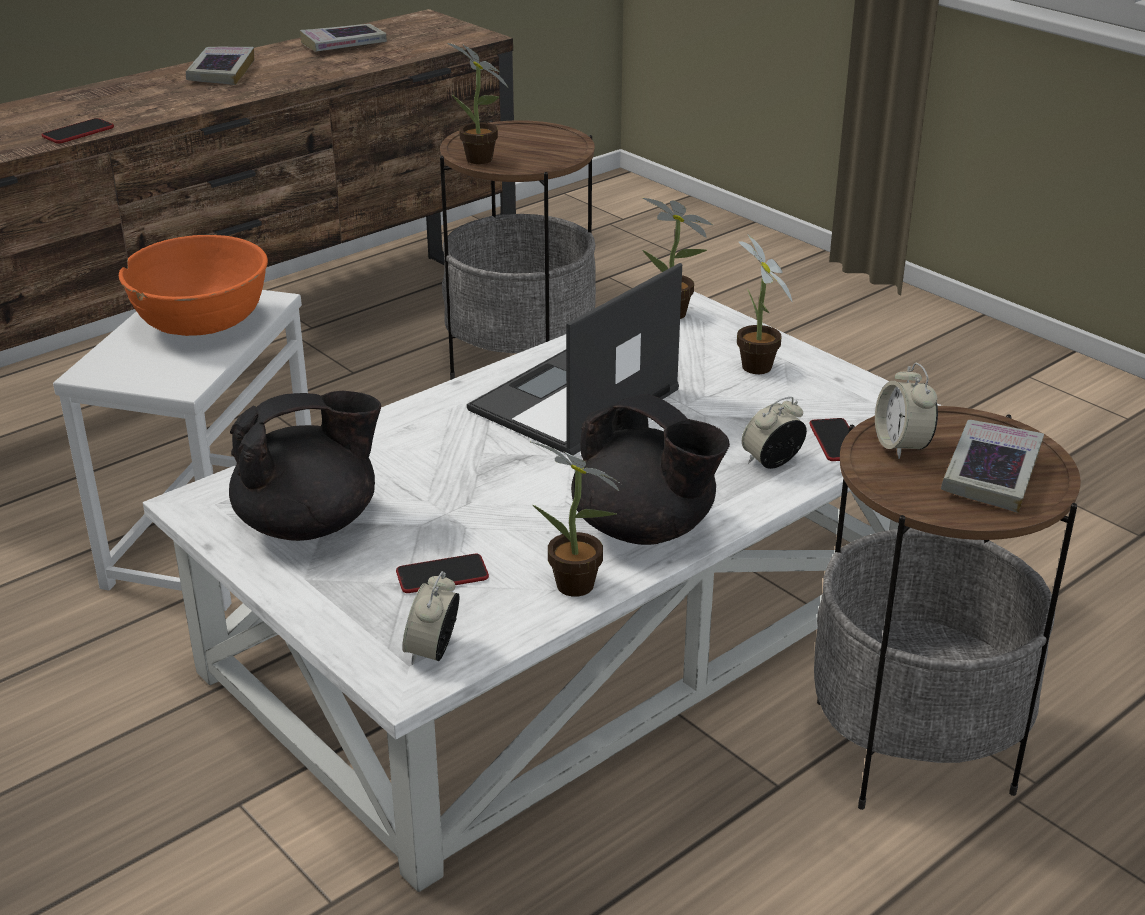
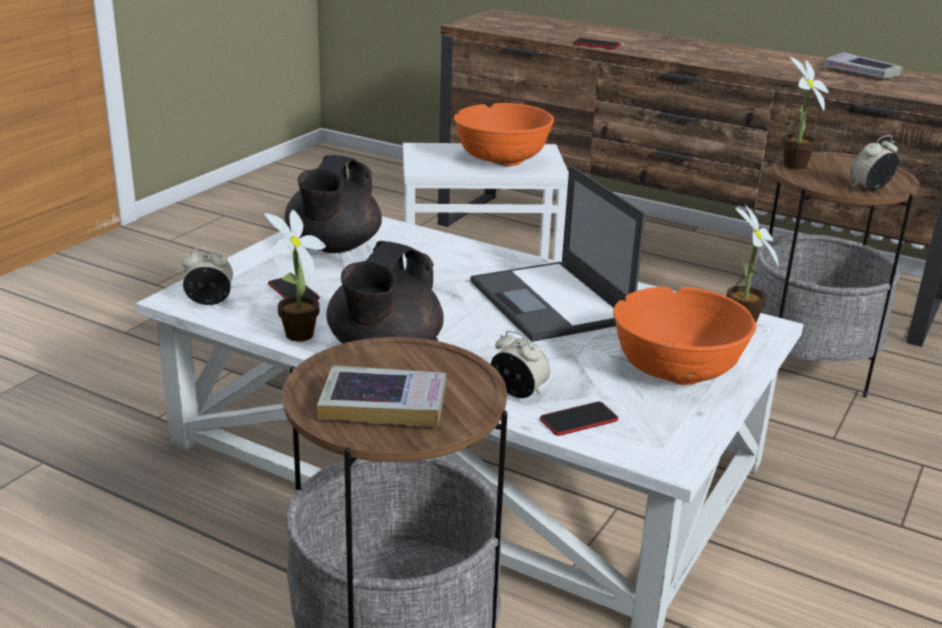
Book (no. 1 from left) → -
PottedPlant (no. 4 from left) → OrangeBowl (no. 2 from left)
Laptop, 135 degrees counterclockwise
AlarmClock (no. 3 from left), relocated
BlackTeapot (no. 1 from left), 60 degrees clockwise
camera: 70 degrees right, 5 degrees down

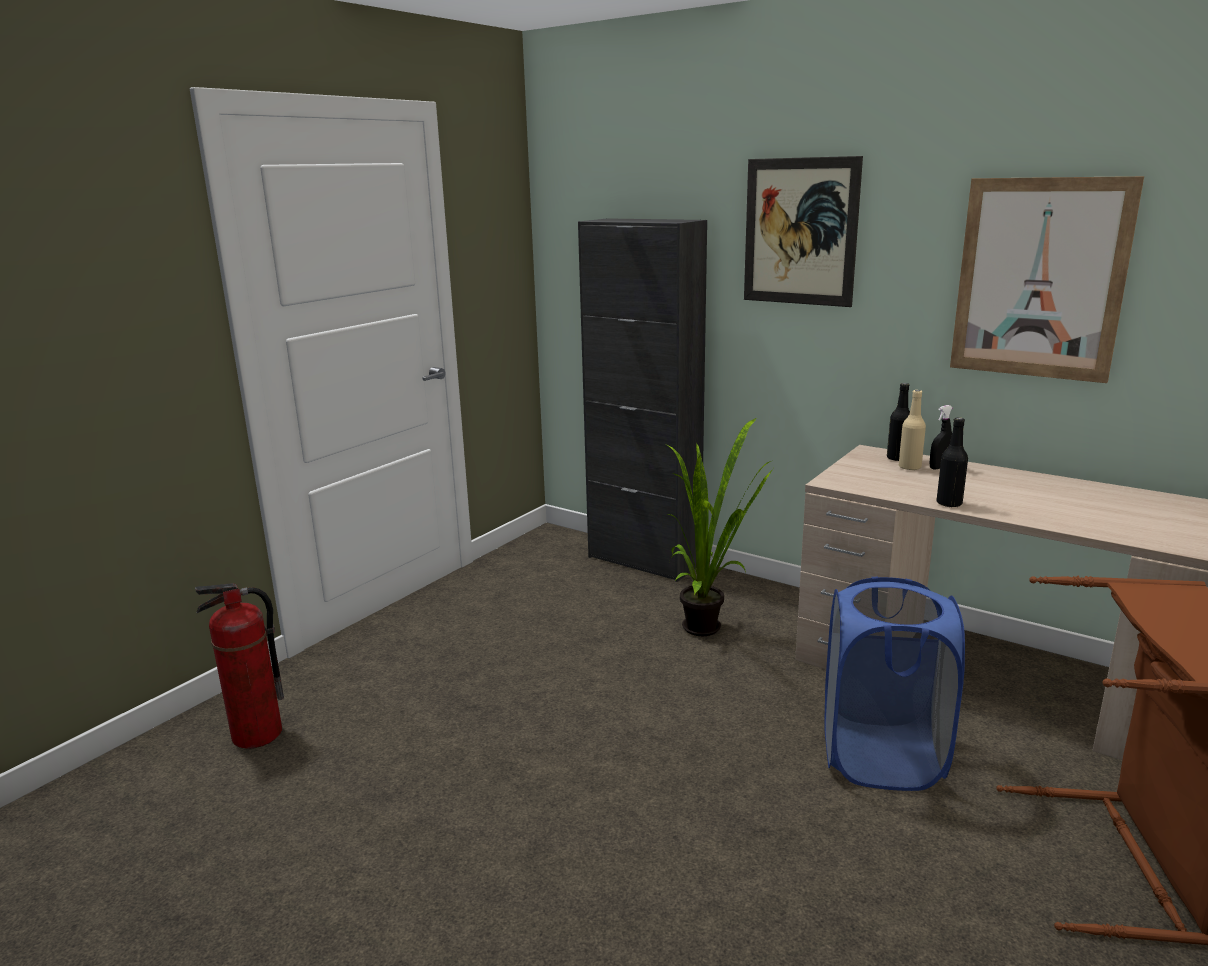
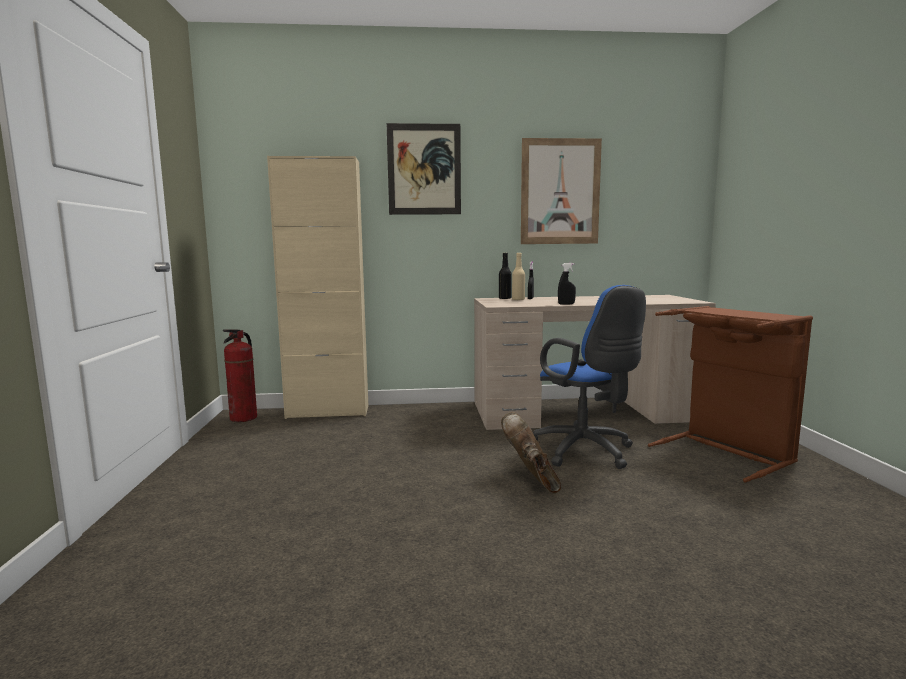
BlackCabinet → BeigeCabinet
PottedPlant → -
BlackBottle (no. 2 from left) → BlackSprayBottle (no. 2 from left)
BlueLaundryBasket → BlueOfficeChair
FireExtinguisher, relocated
- → BrownBoot
camera: 40 degrees left, 10 degrees down

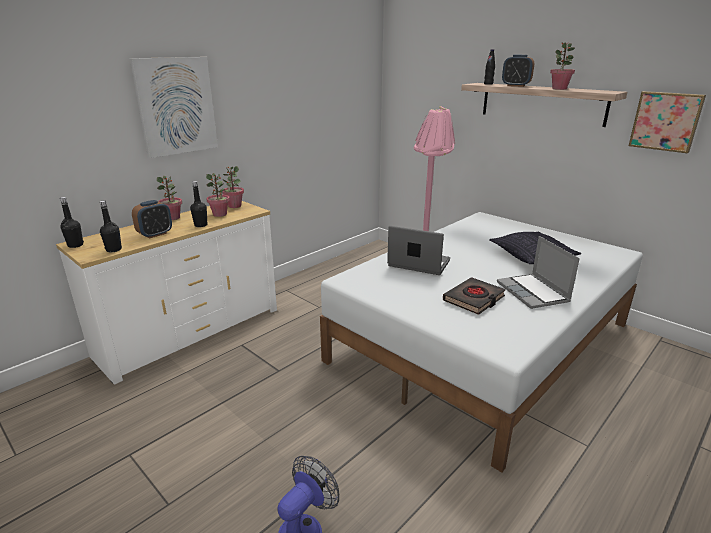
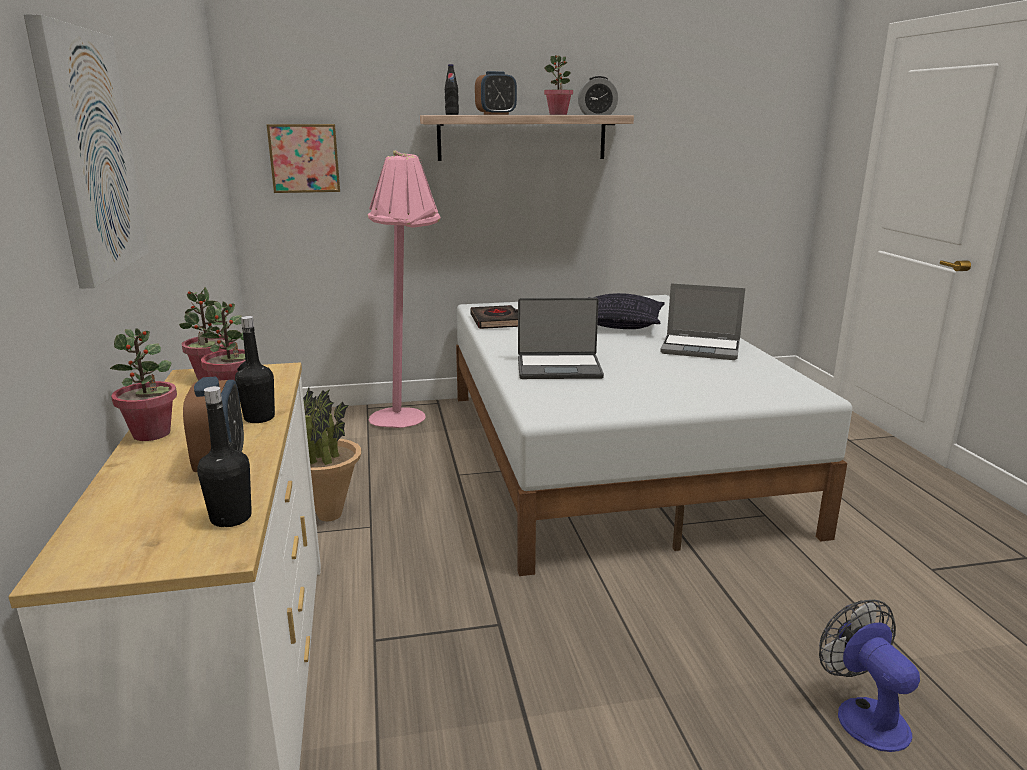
Picture (no. 2 from left), relocated
BlackBottle (no. 1 from left) → -
Laptop (no. 1 from left), 150 degrees counterclockwise
BlackBook, relocated
- → AlarmClock (no. 3 from left)
- → PottedPlant (no. 4 from left)
camera: 55 degrees left, 5 degrees down

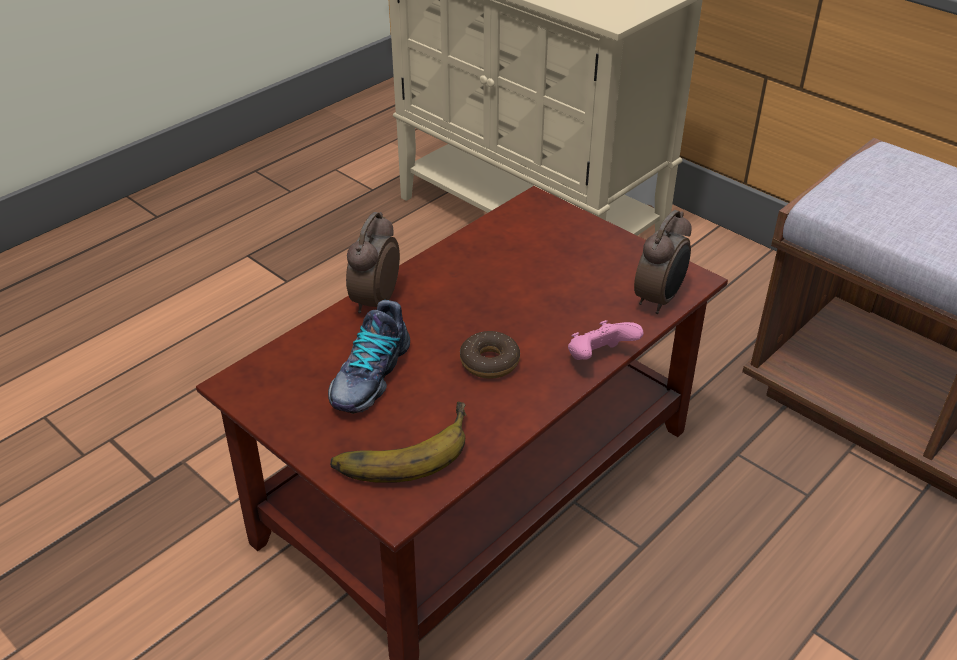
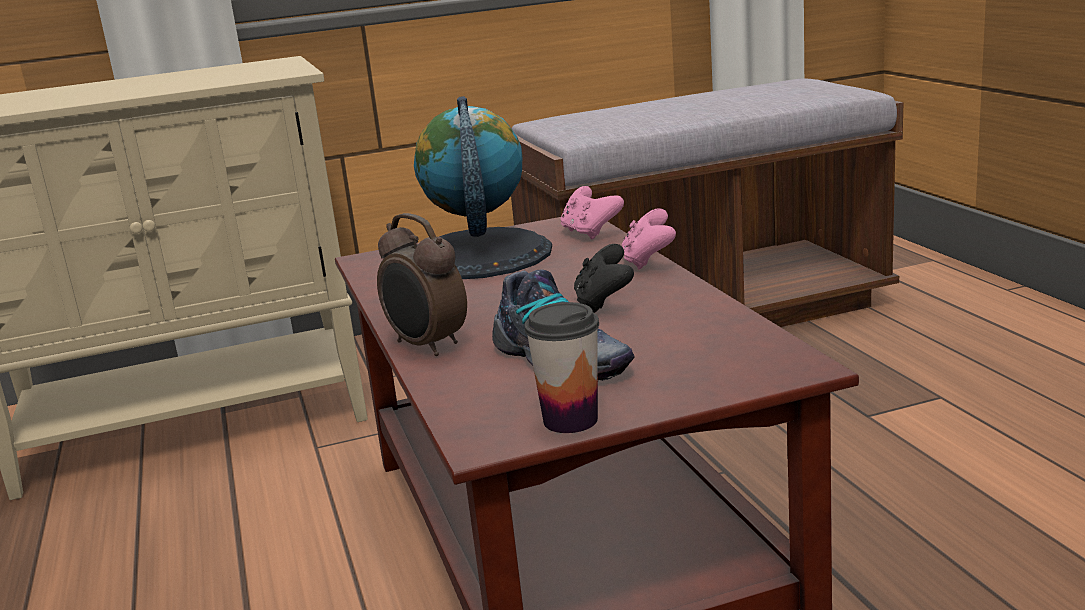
AlarmClock (no. 2 from left) → PinkGameController (no. 1 from left)
Donut → BlackGameController
Banana → -
- → Globe
- → Cup
camera: 60 degrees left, 20 degrees down

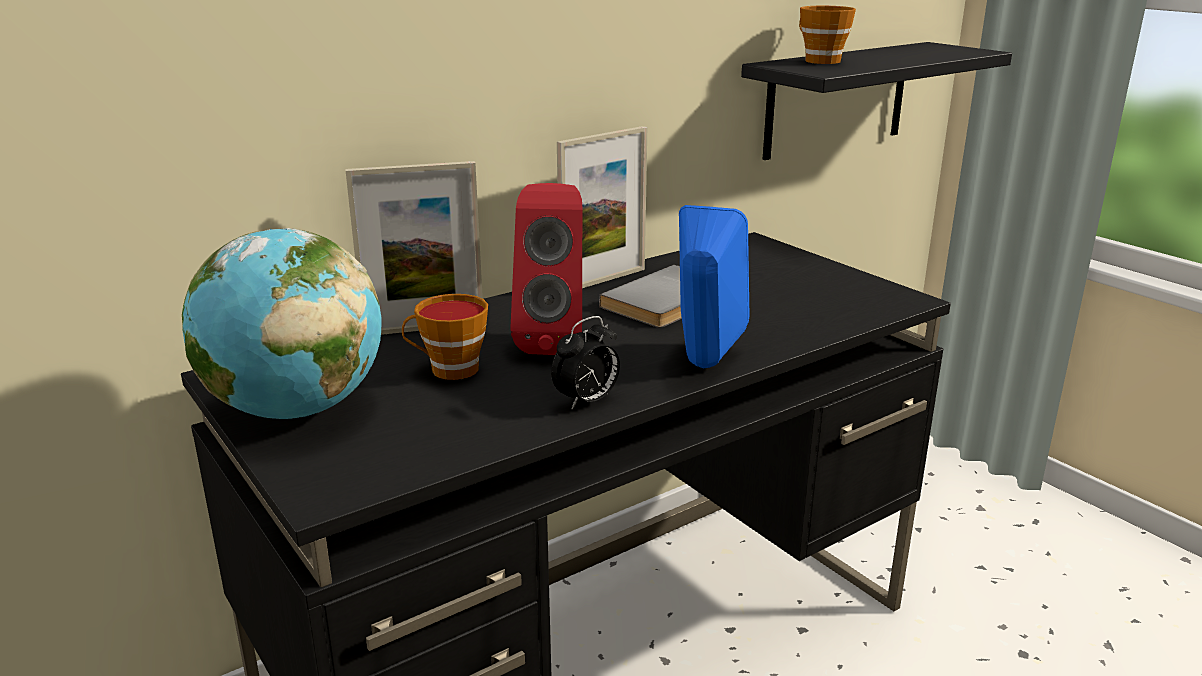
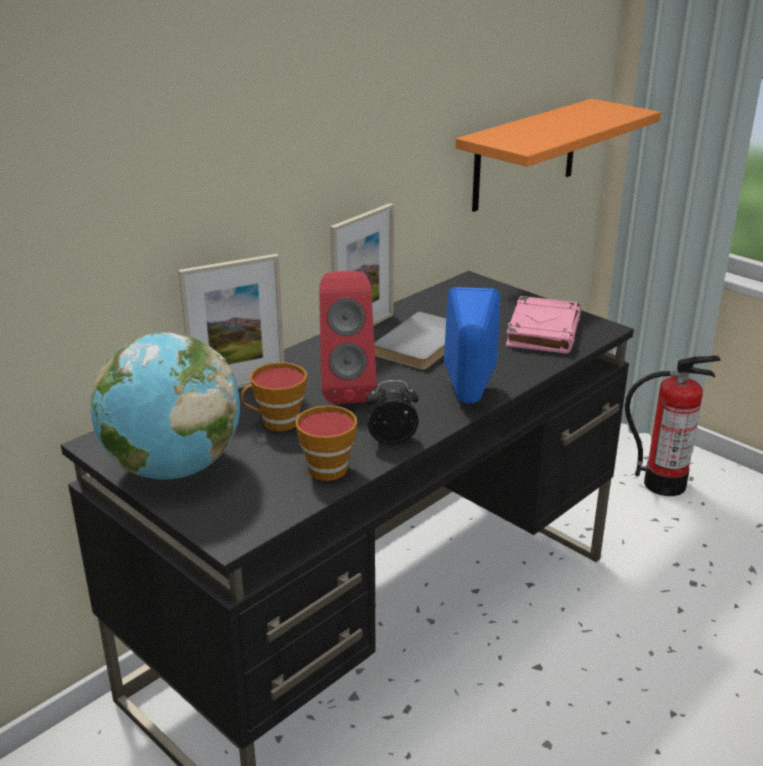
Cup (no. 2 from left), relocated
BlackShelf → OrangeShelf
AlarmClock, 135 degrees counterclockwise
- → PinkBook
- → FireExtinguisher
camera: 10 degrees left, 5 degrees up

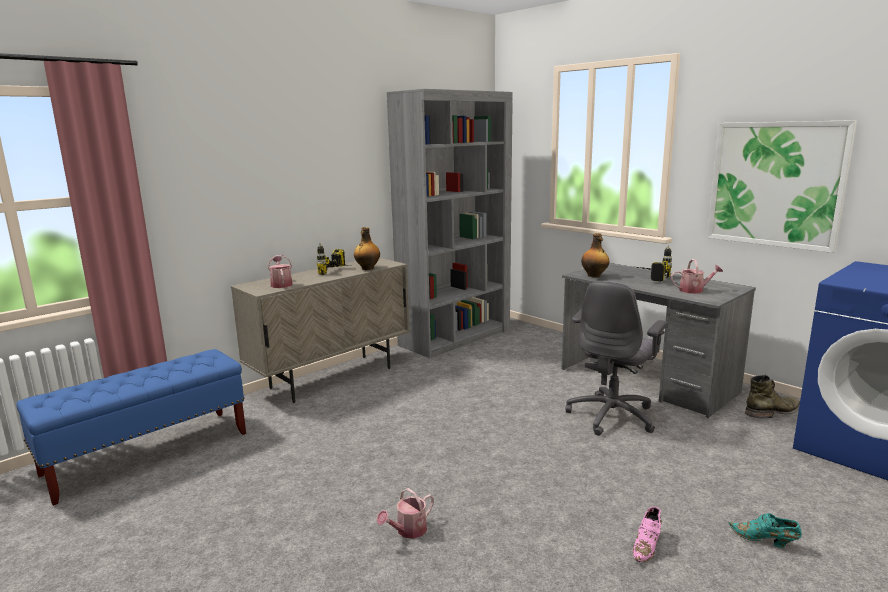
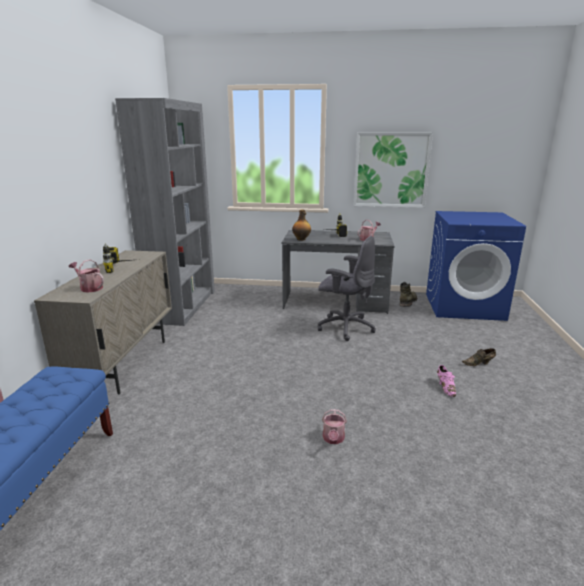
Bottle (no. 1 from left) → -
GreyOfficeChair, 60 degrees counterclockwise
TurquoiseShoe → BrownShoe
camera: 40 degrees left, 5 degrees up

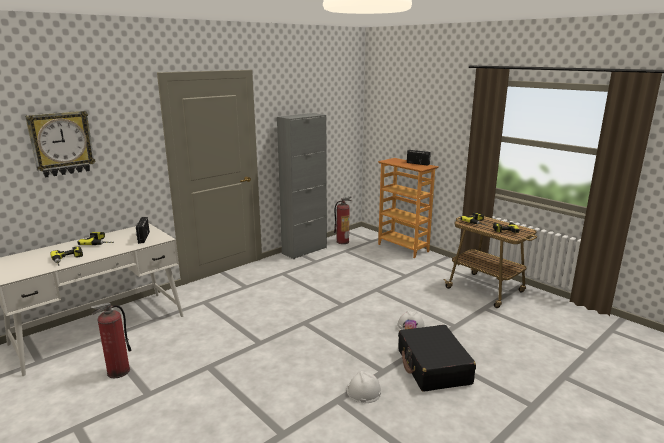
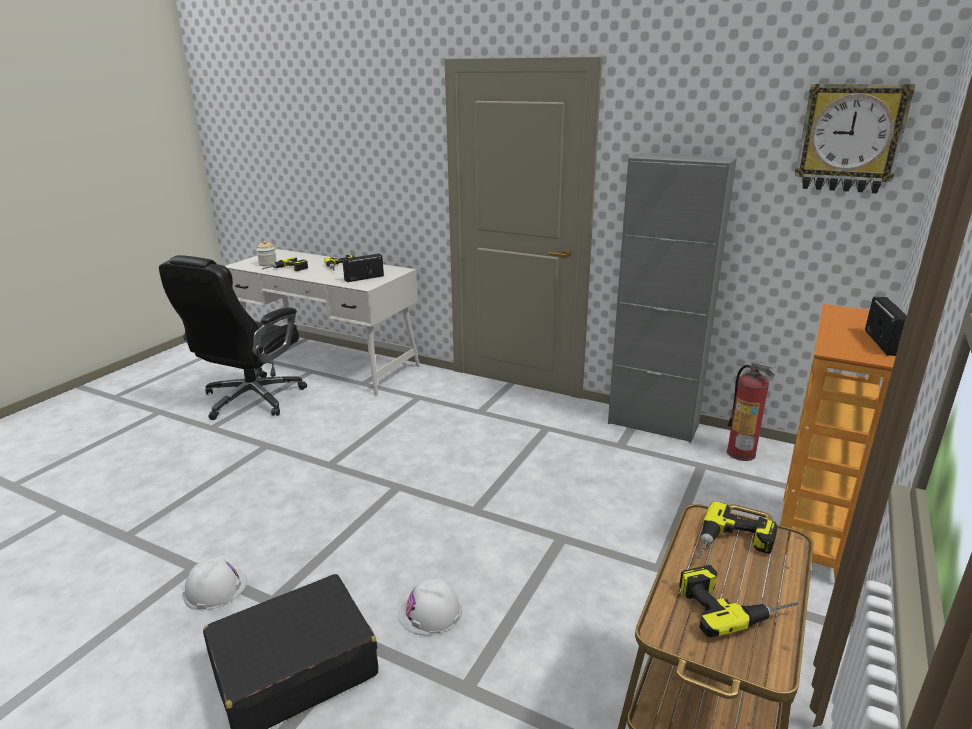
WallClock, relocated
FireExtinguisher (no. 1 from left) → BlackOfficeChair
- → Jar
camera: 70 degrees right, 5 degrees up

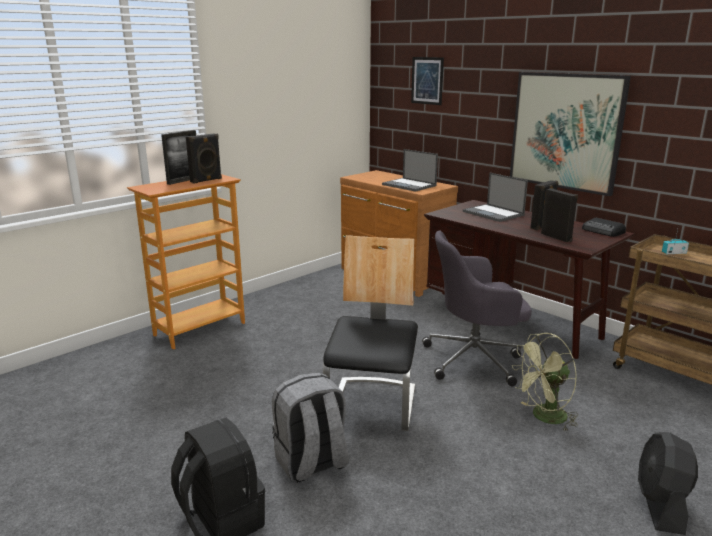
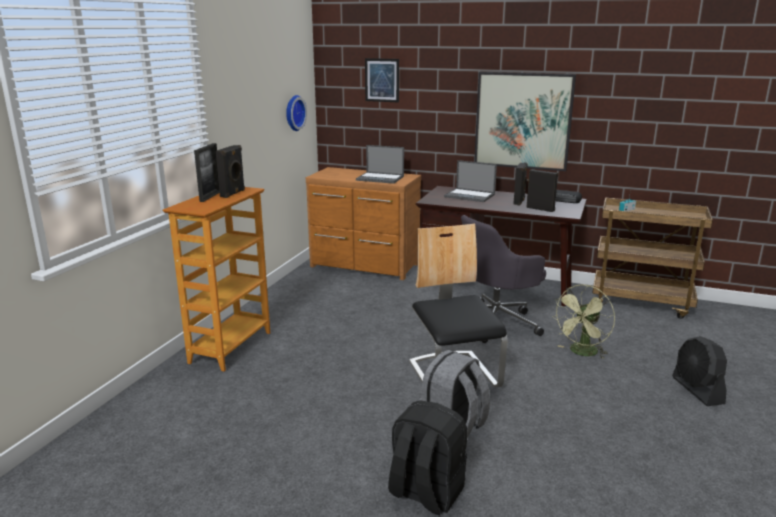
- → WallClock
camera: 25 degrees left, 0 degrees up

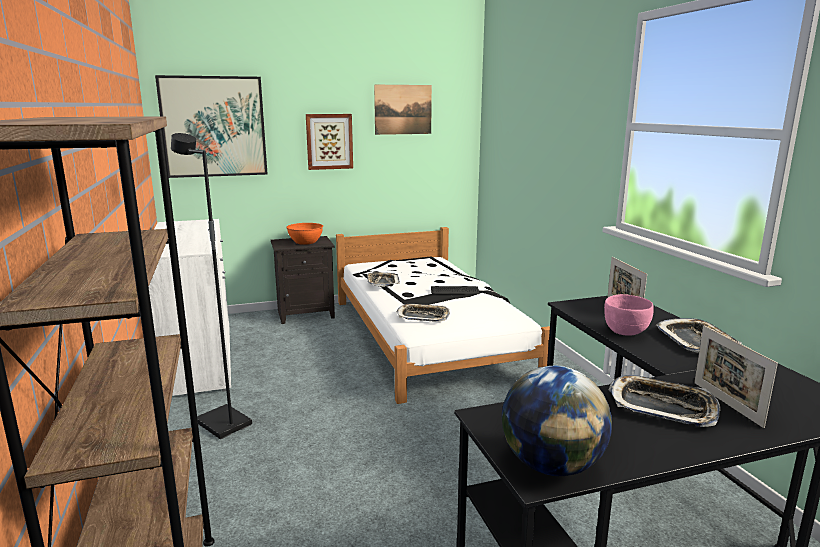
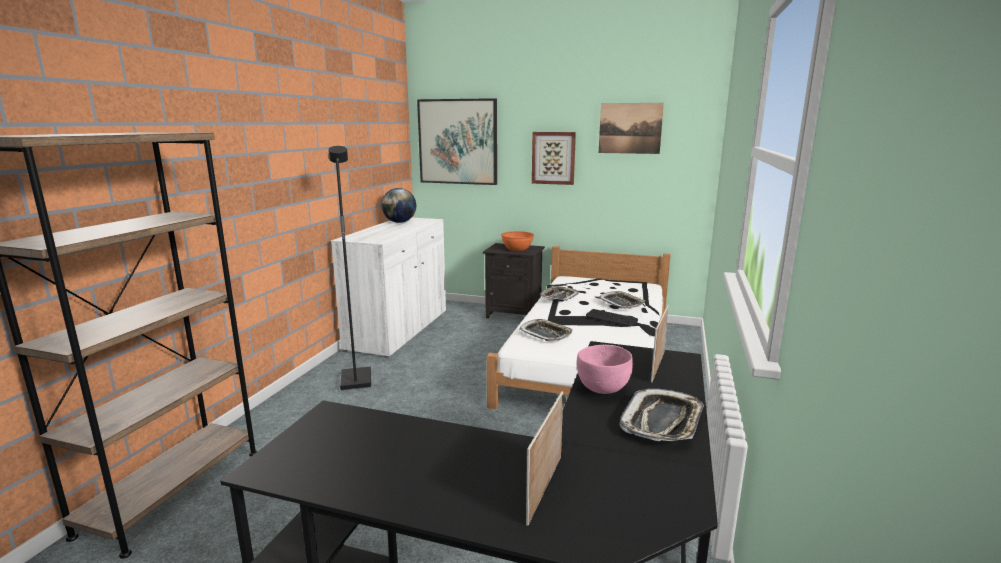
Globe, relocated
Tray (no. 3 from left), relocated
camera: 35 degrees right, 0 degrees up

